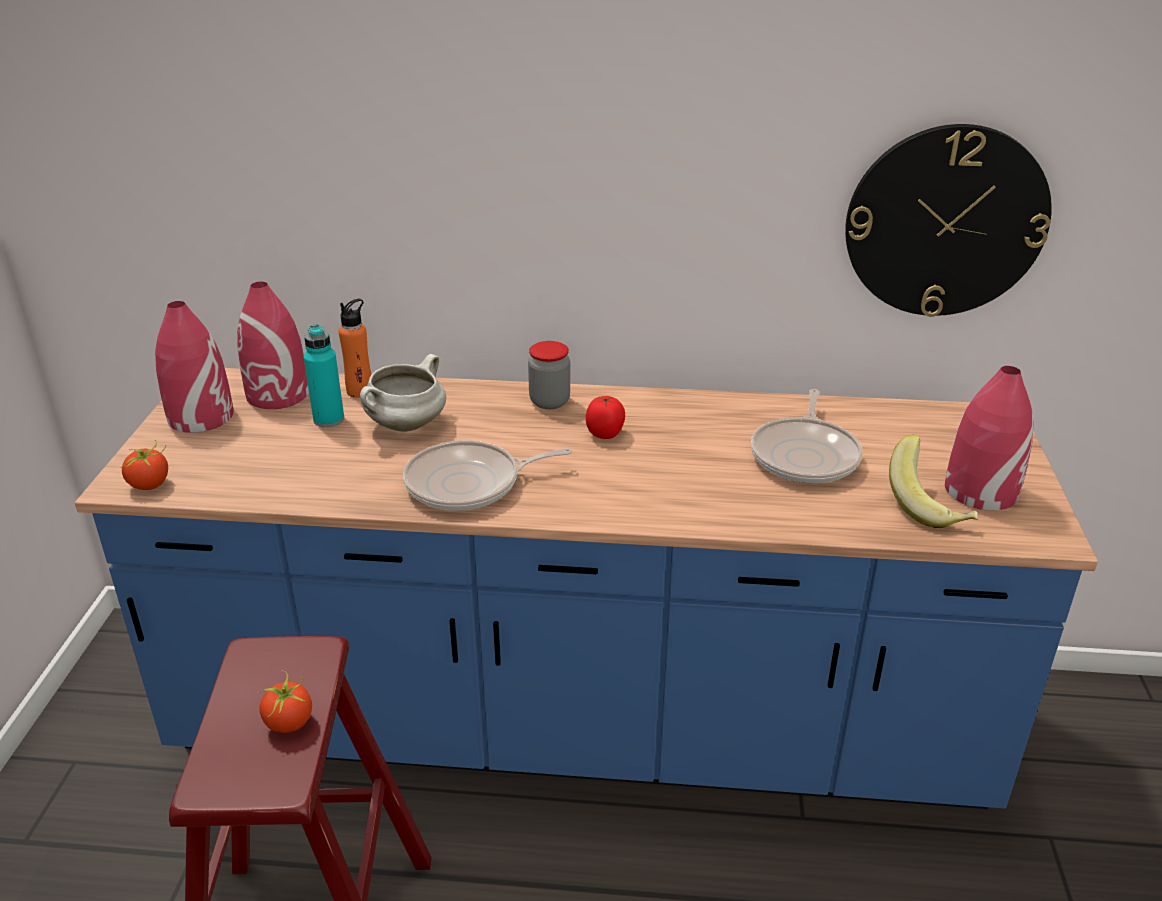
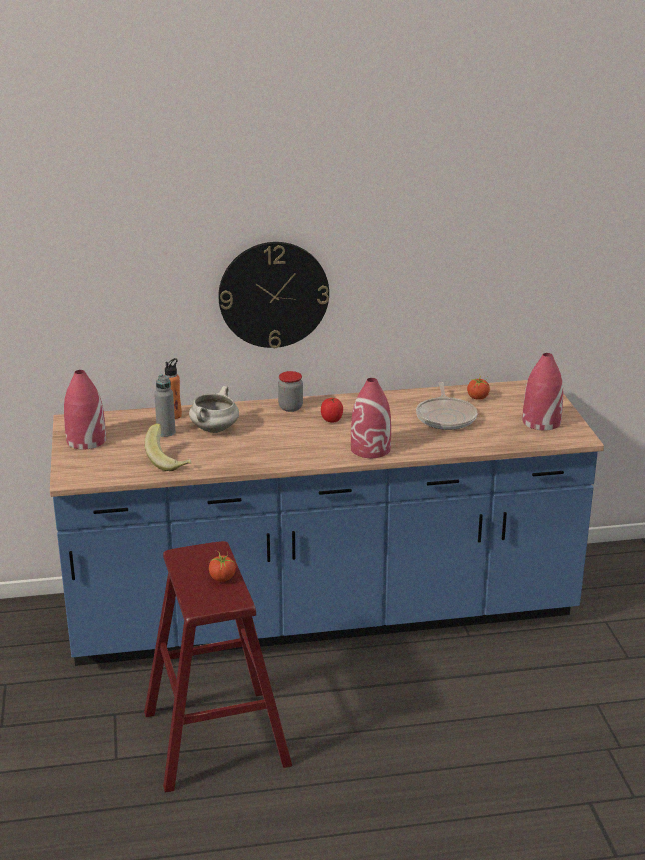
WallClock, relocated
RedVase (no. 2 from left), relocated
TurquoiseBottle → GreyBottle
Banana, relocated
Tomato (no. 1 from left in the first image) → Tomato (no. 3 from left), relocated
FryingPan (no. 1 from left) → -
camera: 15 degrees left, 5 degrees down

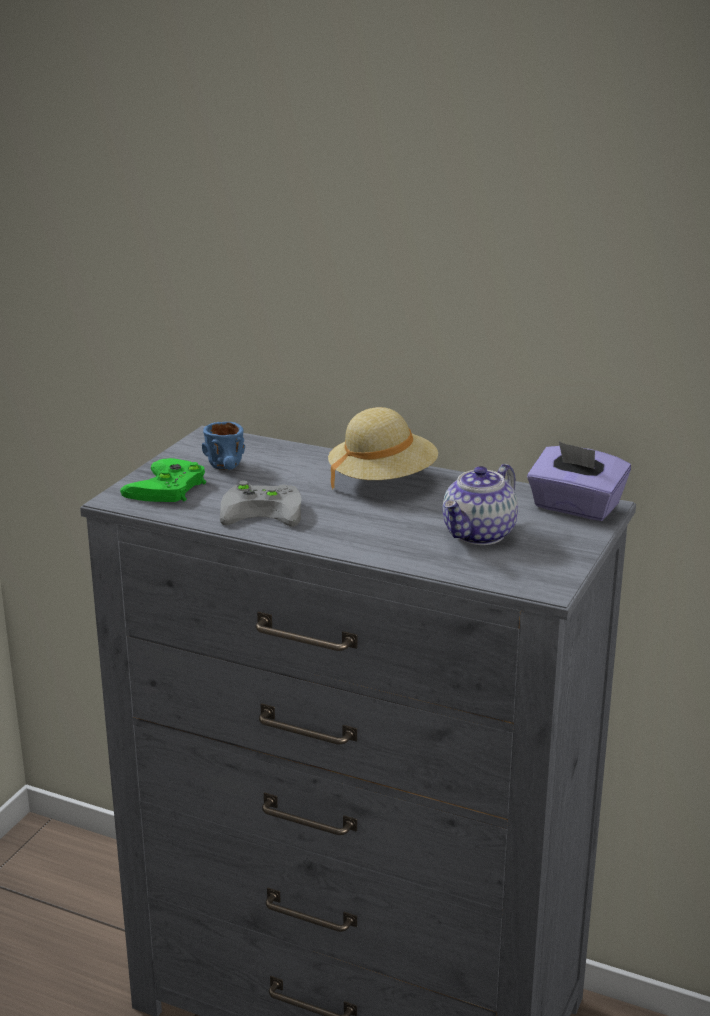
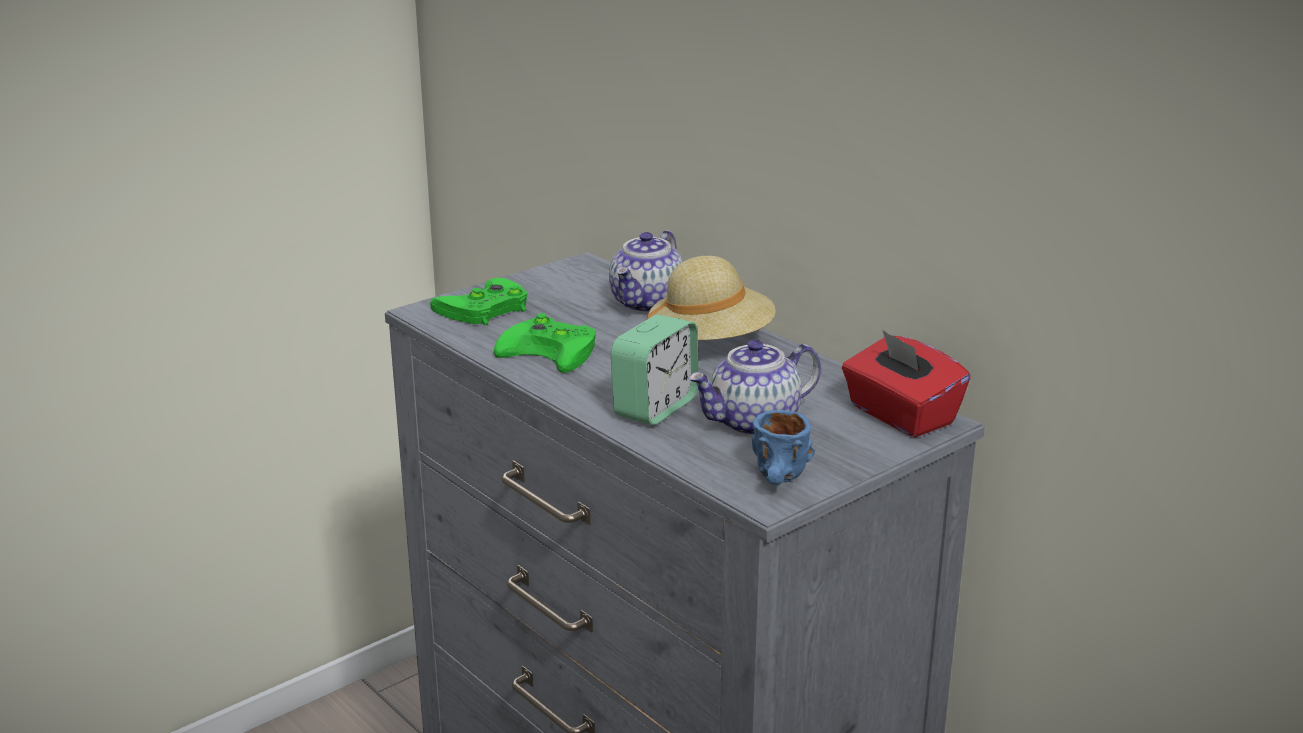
BlueMug, relocated
PurpleTissueBox → RedTissueBox
GreyGameController → GreenGameController (no. 2 from left)
- → Teapot (no. 1 from left)
- → AlarmClock
camera: 25 degrees right, 0 degrees up

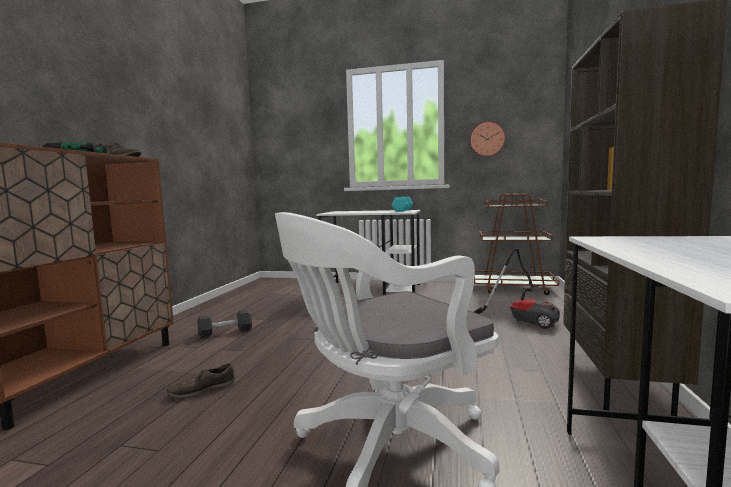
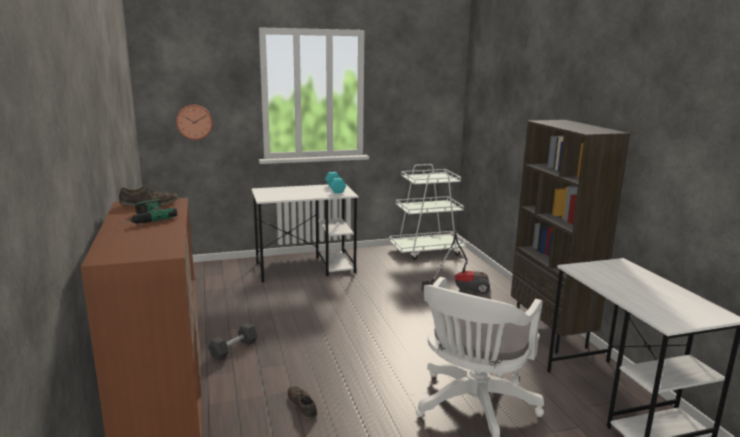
WallClock, relocated
BrownCart → WhiteCart
BrownShoe (no. 2 from left), 120 degrees clockwise
camera: 30 degrees left, 10 degrees up

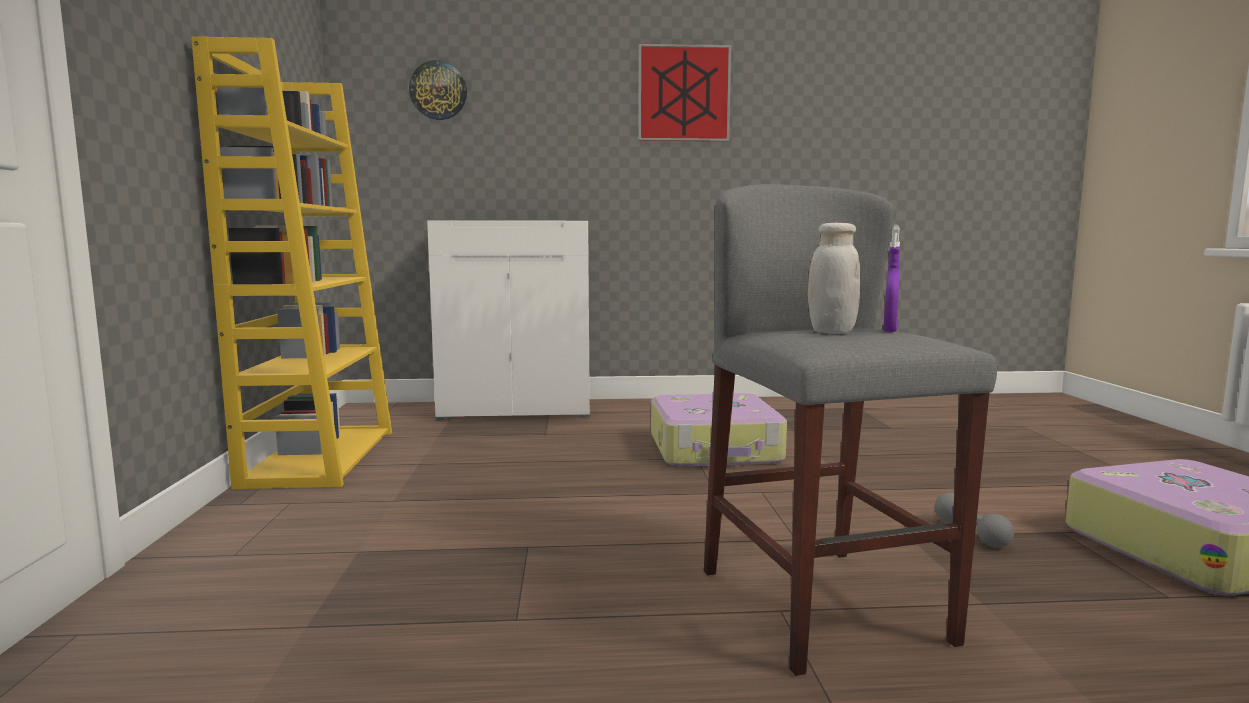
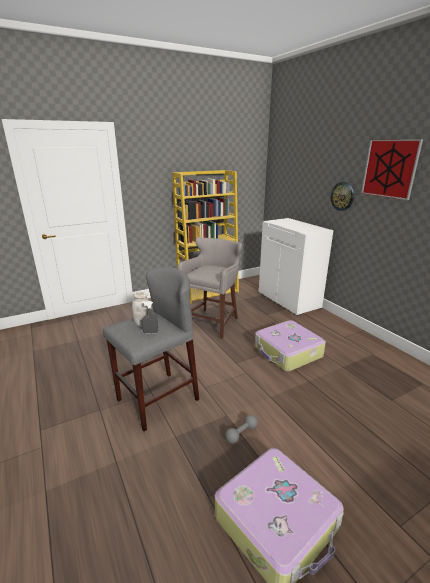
WallClock, relocated
PurpleSprayBottle → GreySprayBottle
- → GreyStool (no. 2 from left)
camera: 65 degrees right, 15 degrees up

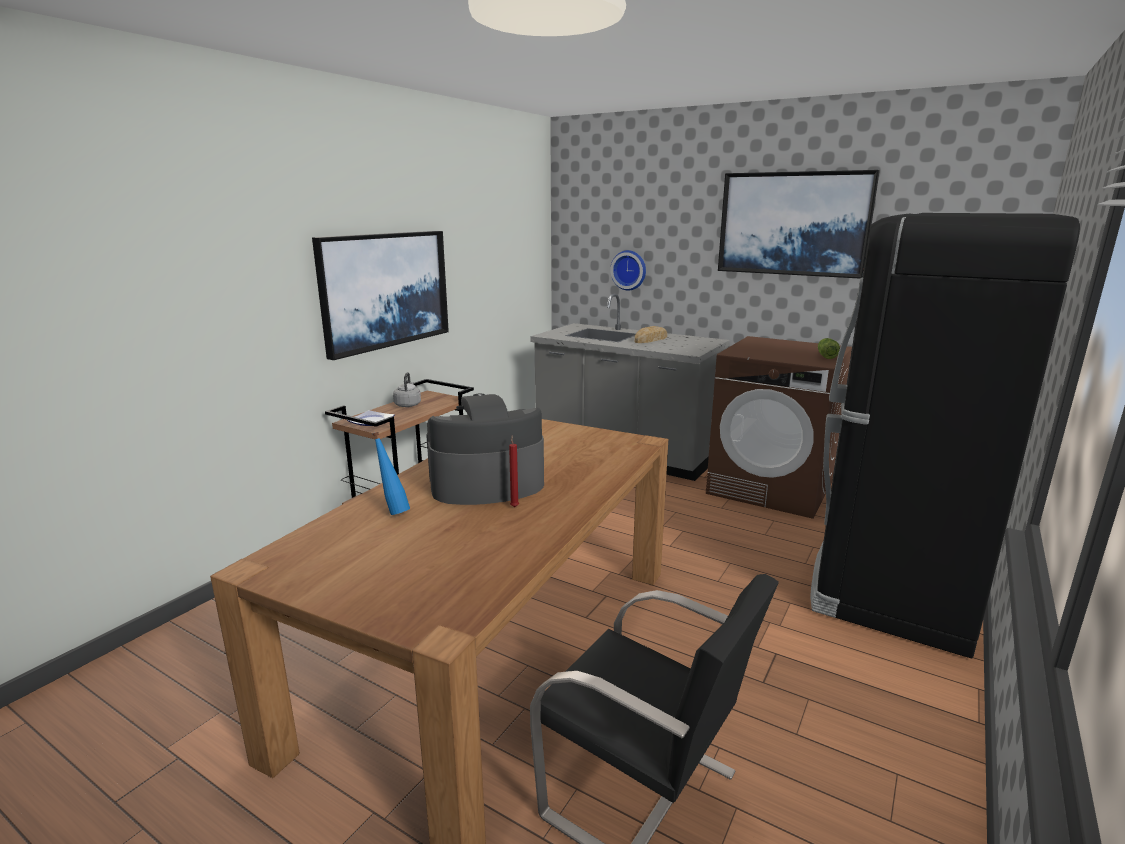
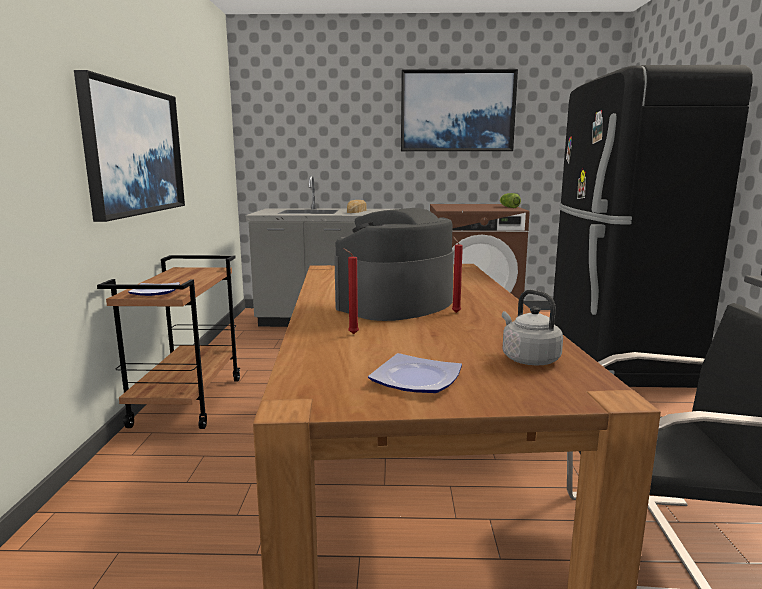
WallClock → -
GreyKettle, relocated
BlueBottle → RedCandle (no. 1 from left)
- → Plate (no. 2 from left)
camera: 30 degrees left, 5 degrees down

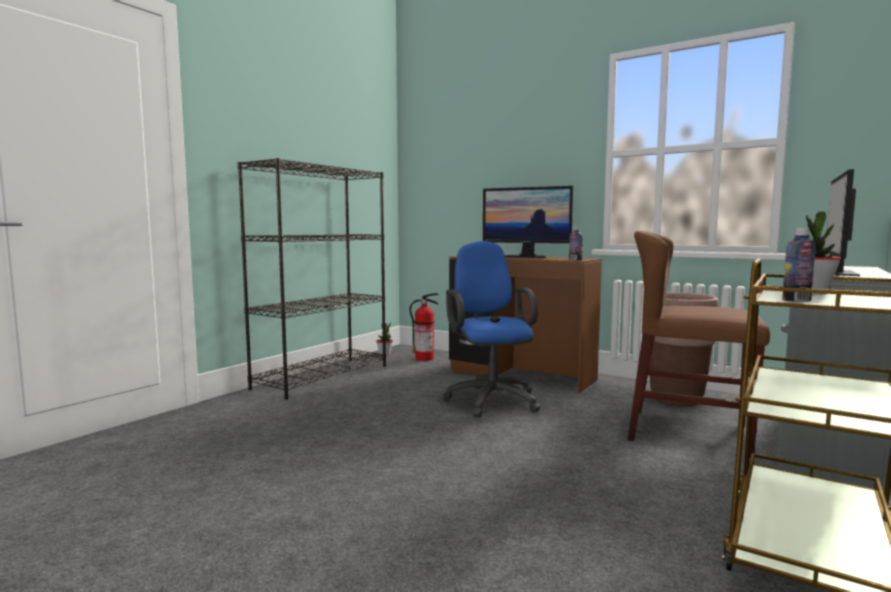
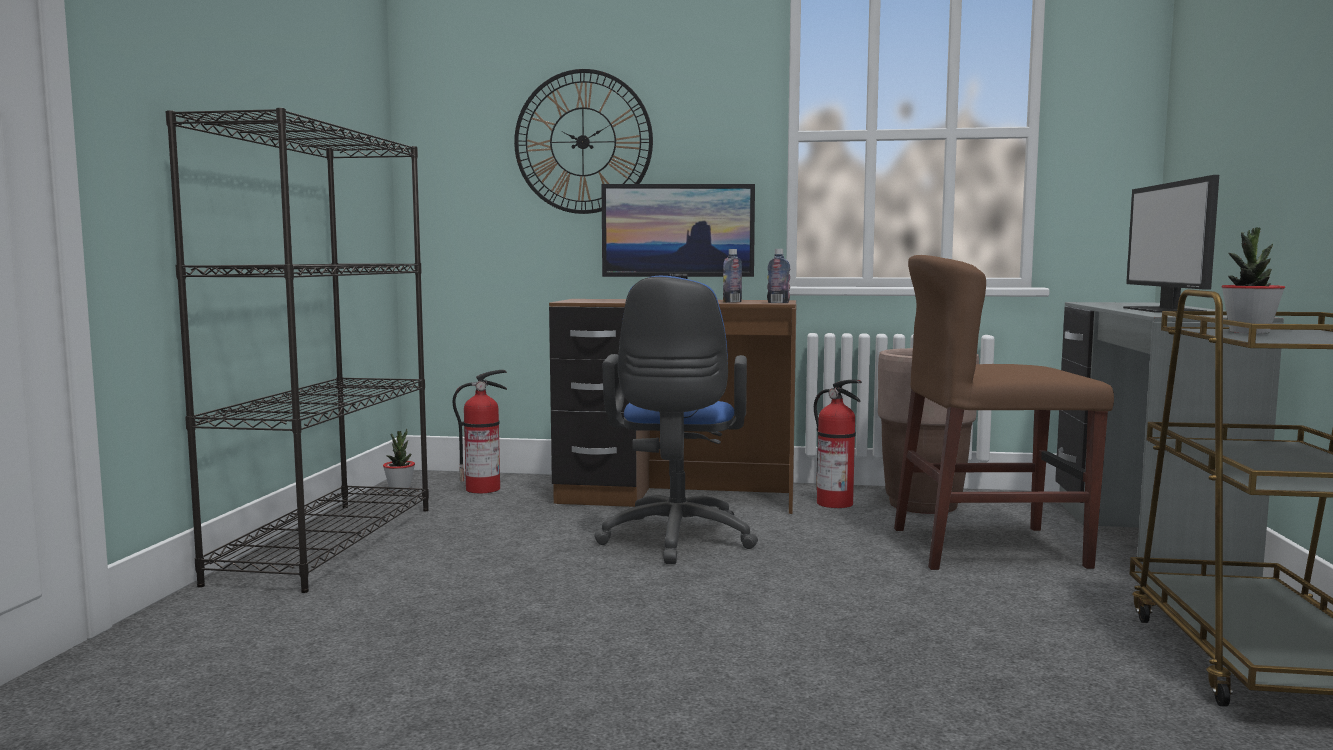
Bottle (no. 2 from left in the first image) → Bottle (no. 1 from left), relocated
BlueOfficeChair, 135 degrees counterclockwise
- → WallClock
- → FireExtinguisher (no. 2 from left)
camera: 25 degrees left, 0 degrees up

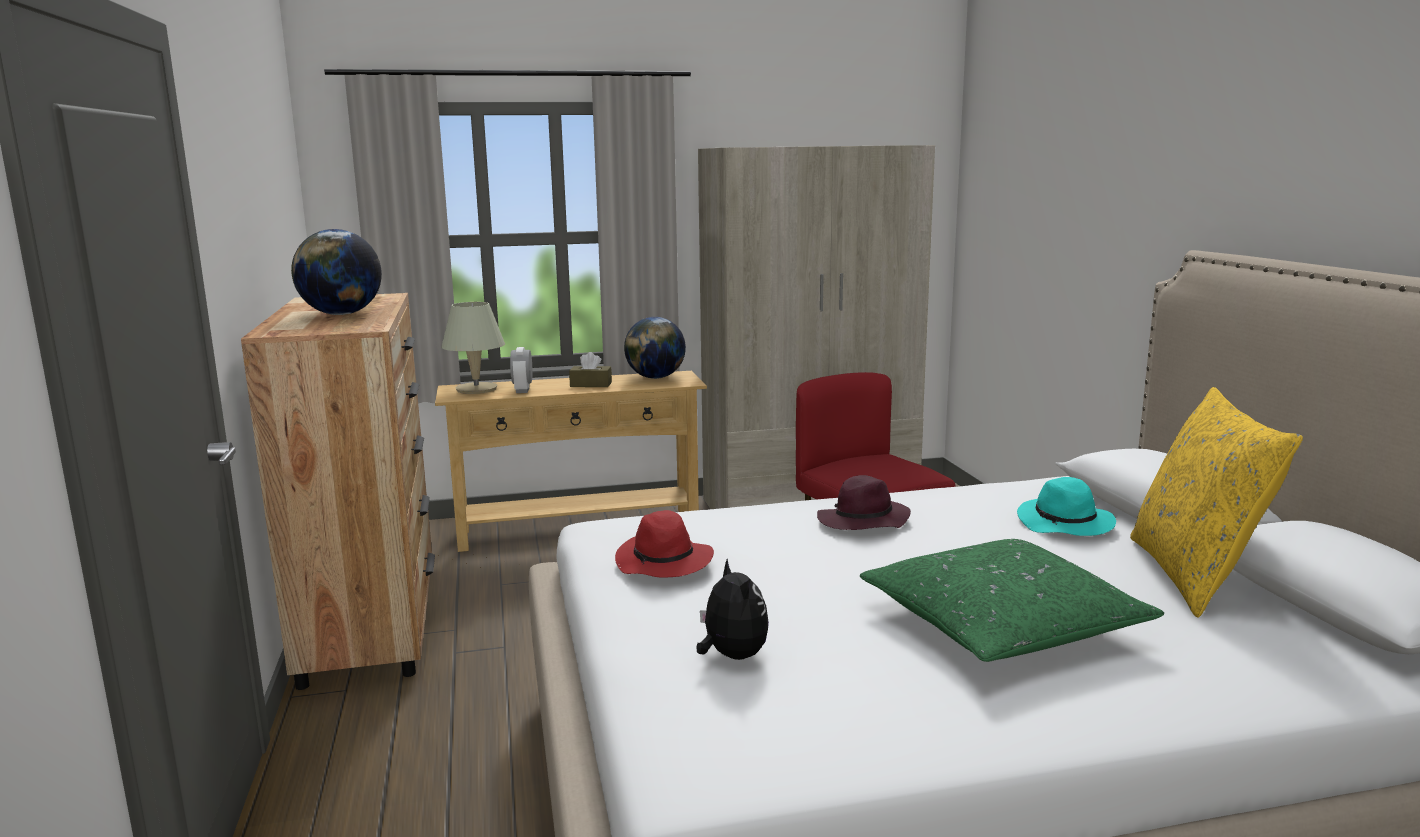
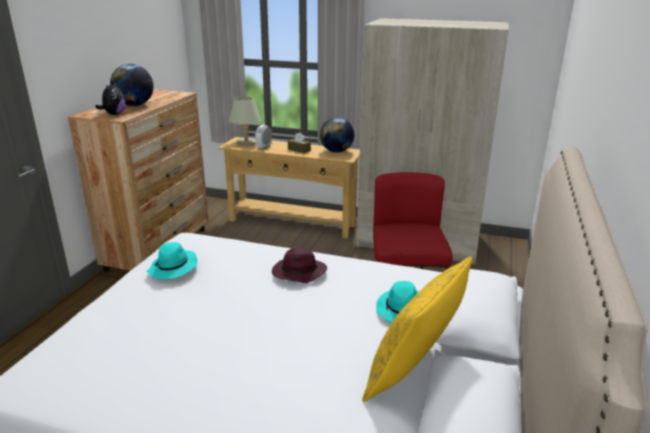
RedHat → TurquoiseHat (no. 1 from left)
GreenPillow → -
PlushToy, relocated
camera: 30 degrees right, 10 degrees up

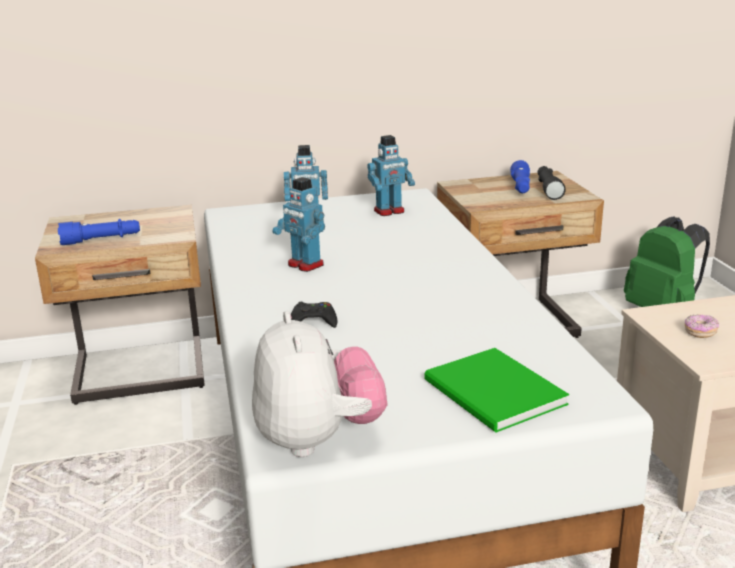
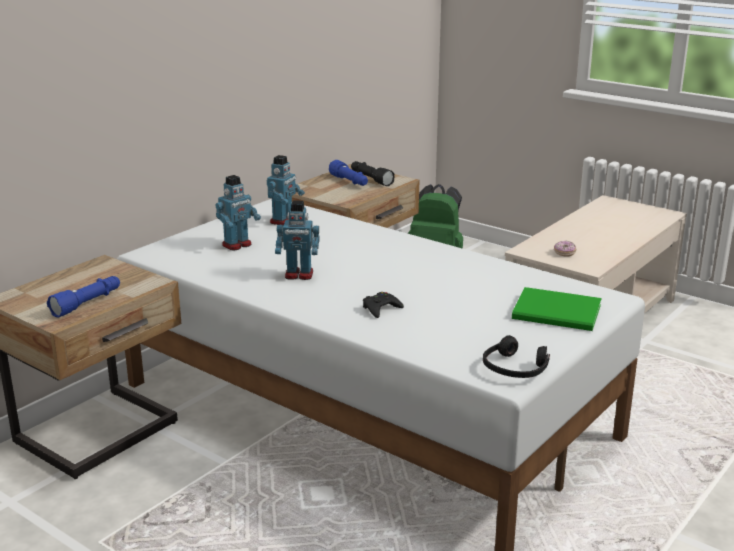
PlushToy → BlackHeadphones
camera: 40 degrees left, 0 degrees up

